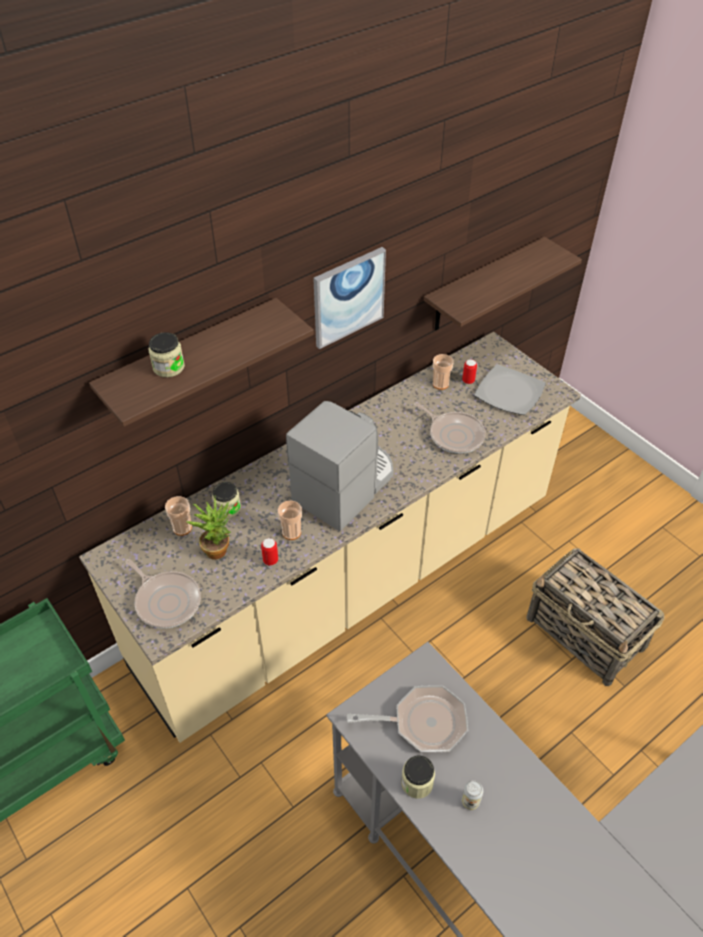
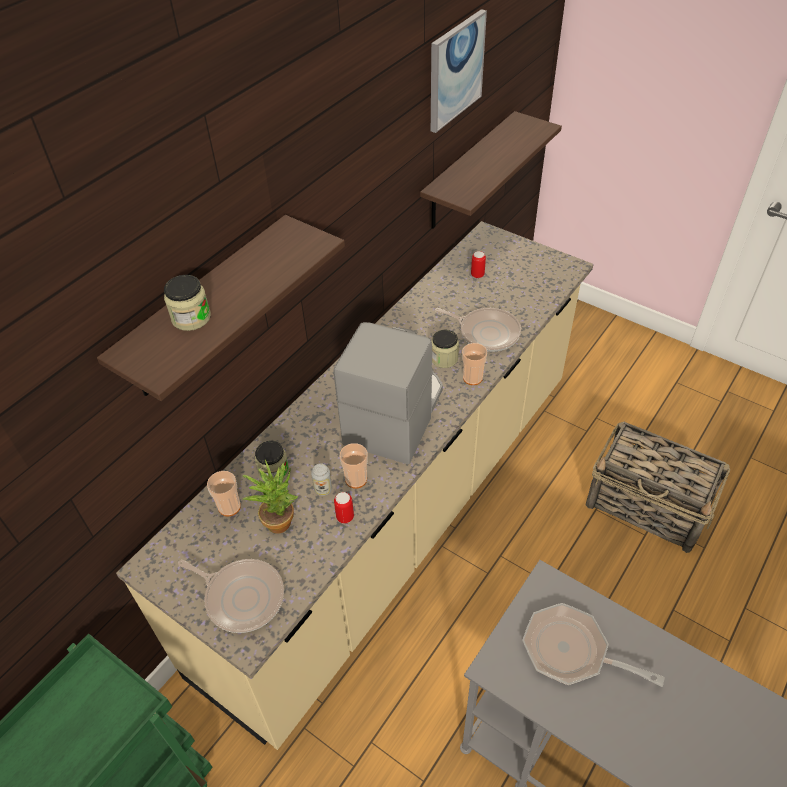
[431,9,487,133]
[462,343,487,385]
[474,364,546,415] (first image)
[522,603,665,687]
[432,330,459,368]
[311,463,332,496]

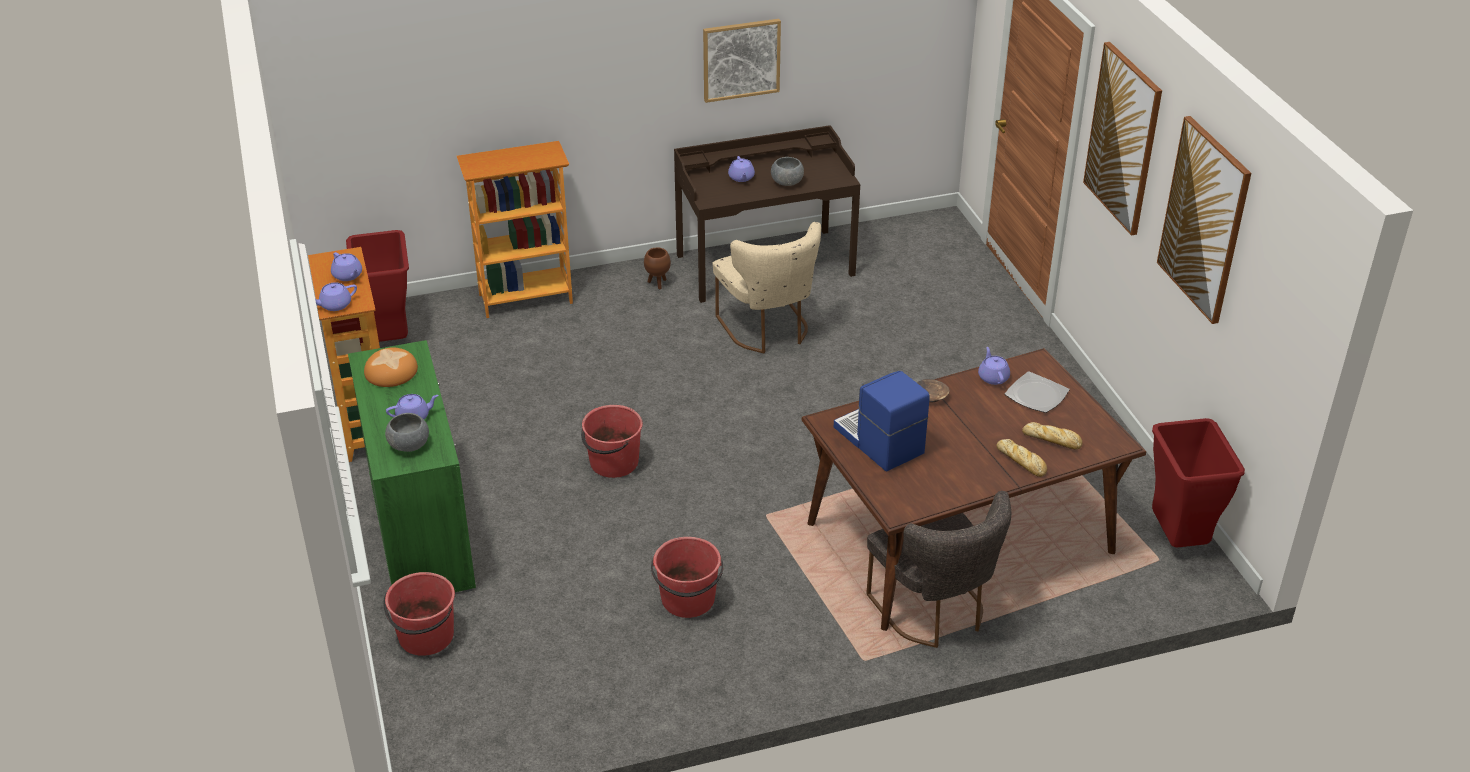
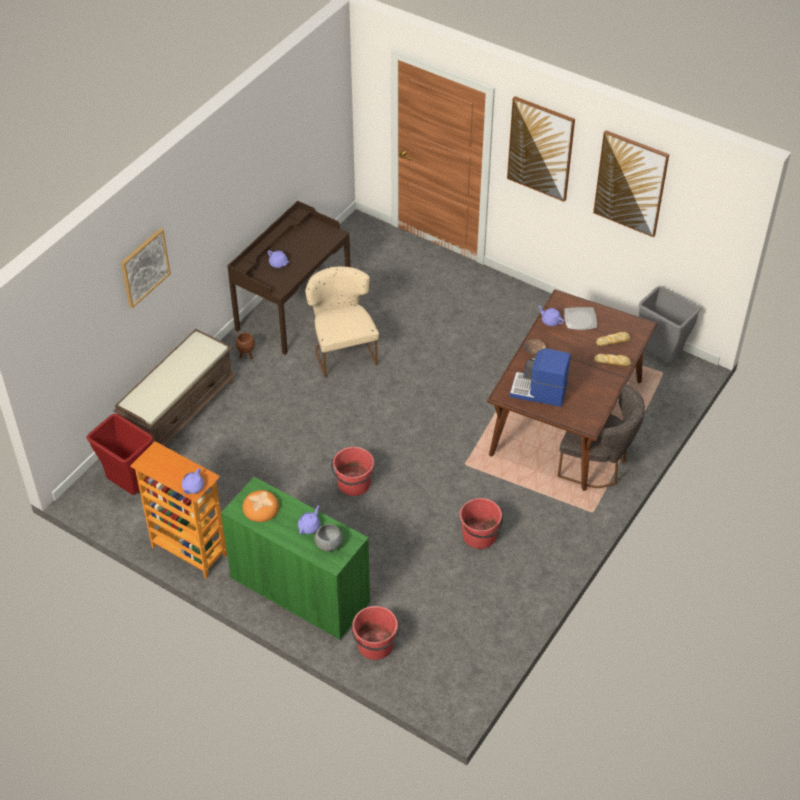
[121,228,171,308]
[113,329,236,446]
[771,157,804,186] (first image)
[305,266,379,377]
[331,252,362,281] (first image)
[639,286,701,363]

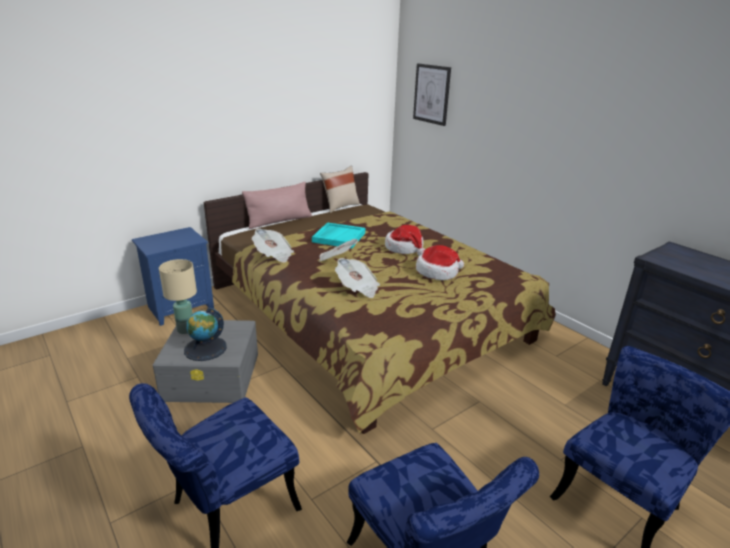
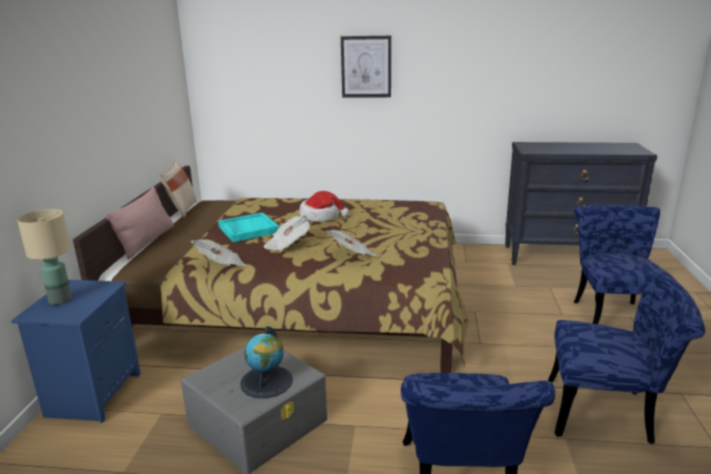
[341,36,391,97]
[416,245,464,280] (first image)
[17,209,72,305]

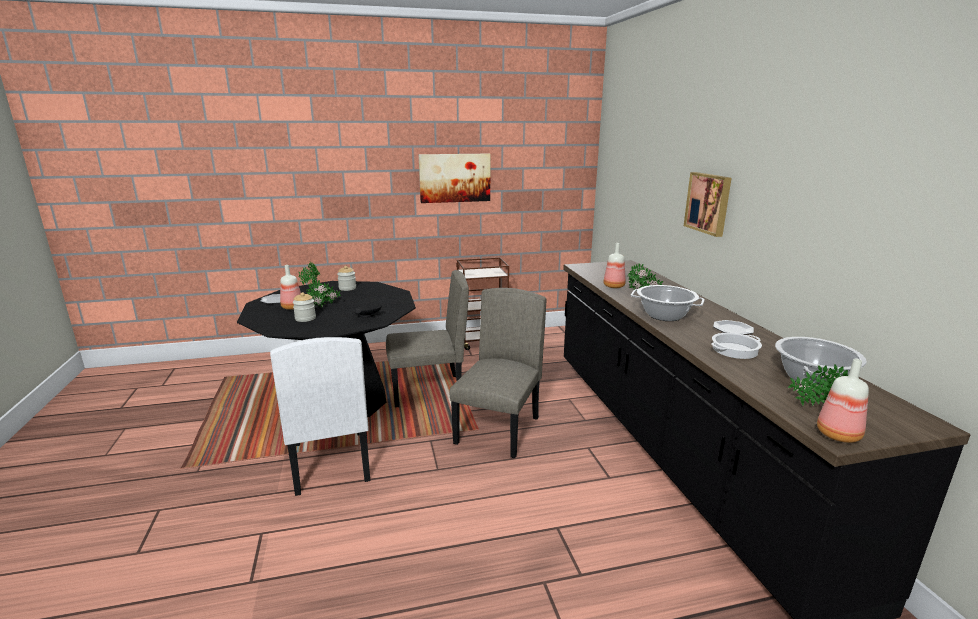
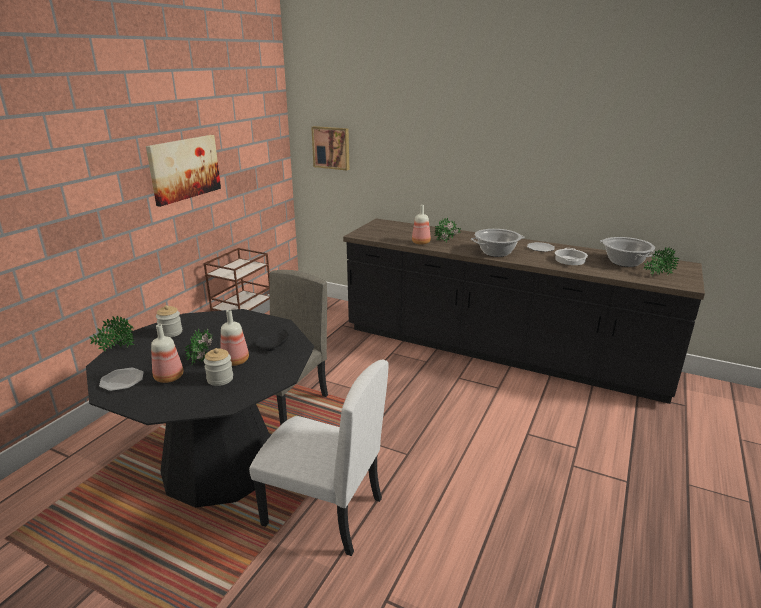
[311,126,349,170]
[449,288,547,458] (first image)
[220,310,249,366]

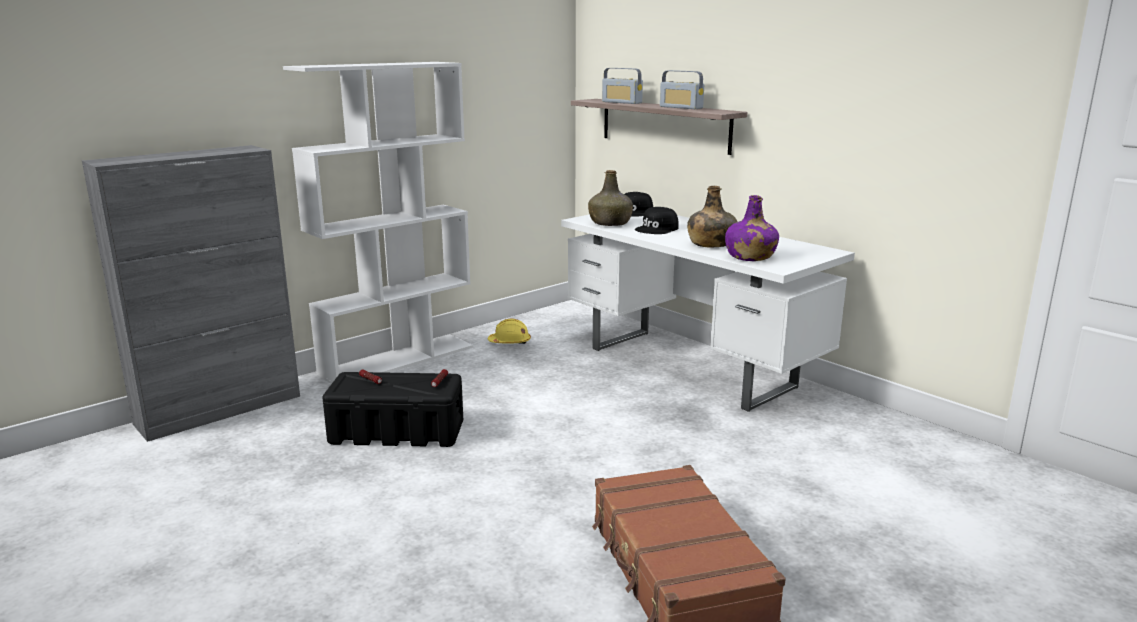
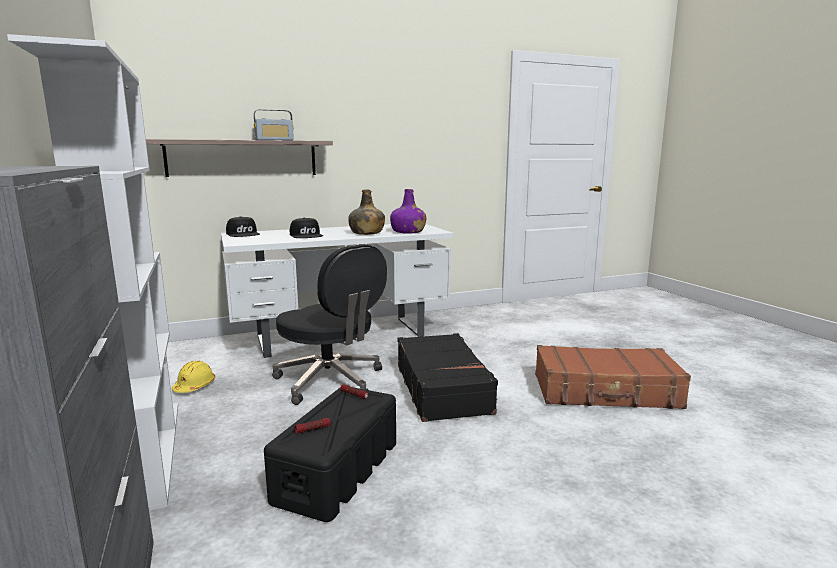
[602,68,643,104] (first image)
[588,170,633,226] (first image)
[272,244,387,405]
[397,333,498,422]

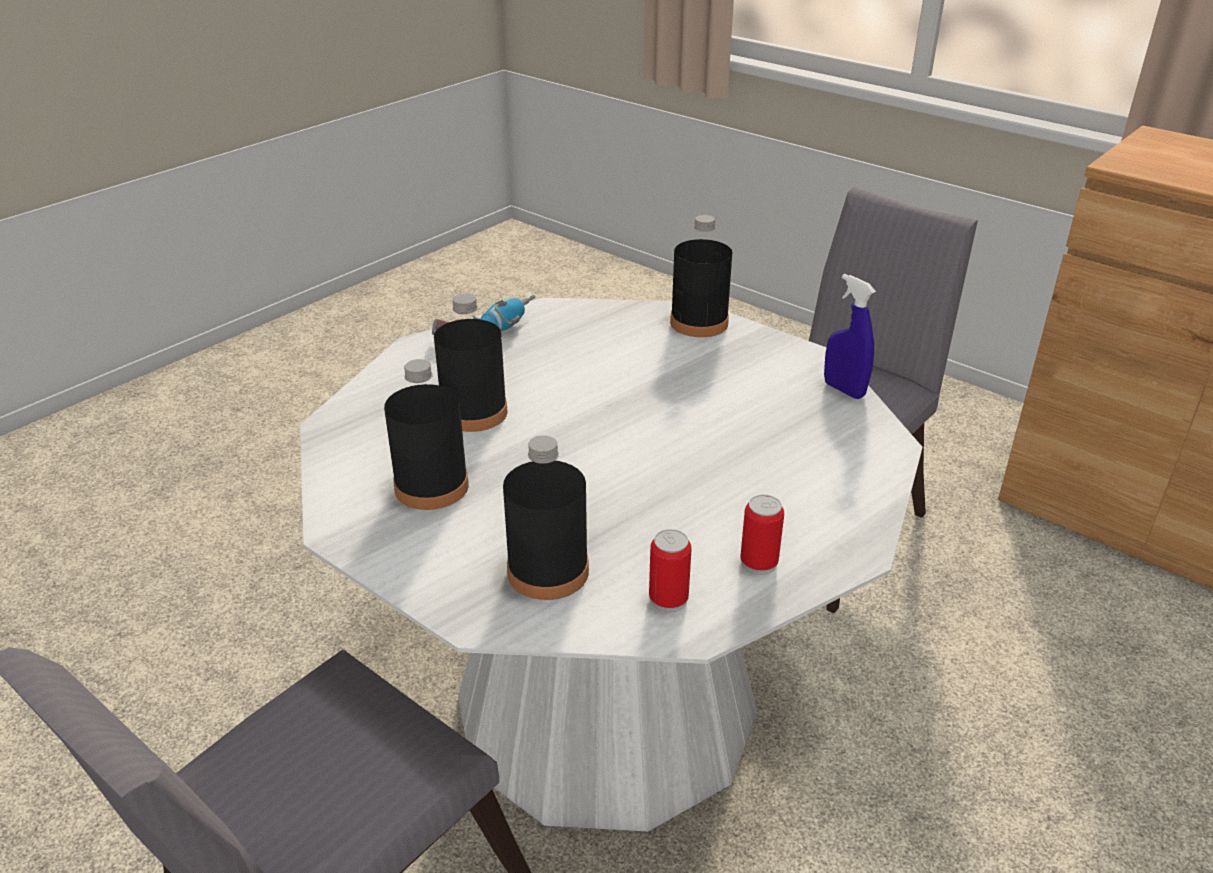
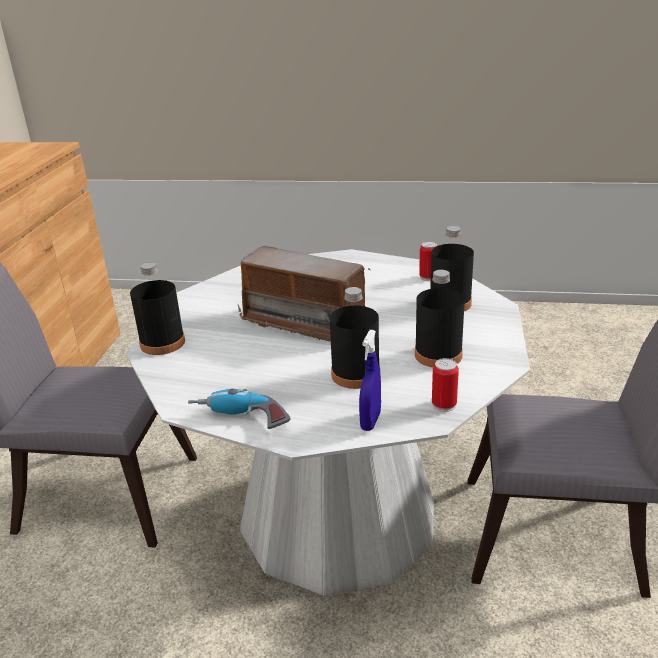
[359,330,381,431]
[432,358,459,412]
[237,246,370,342]

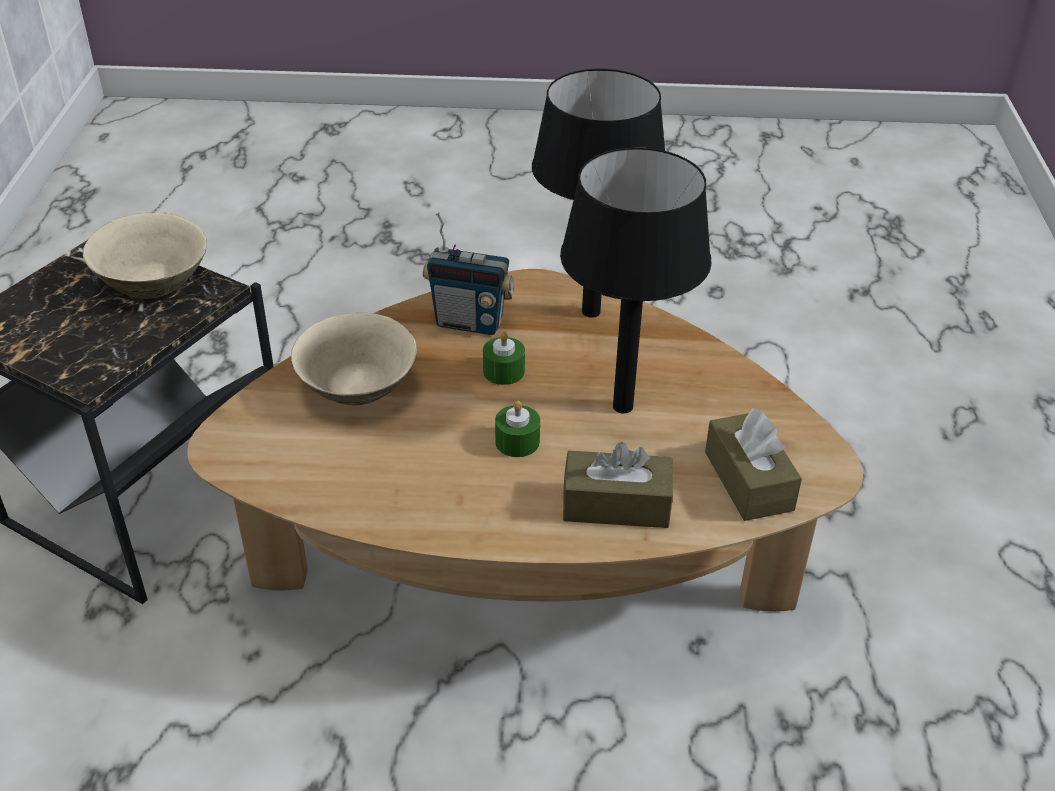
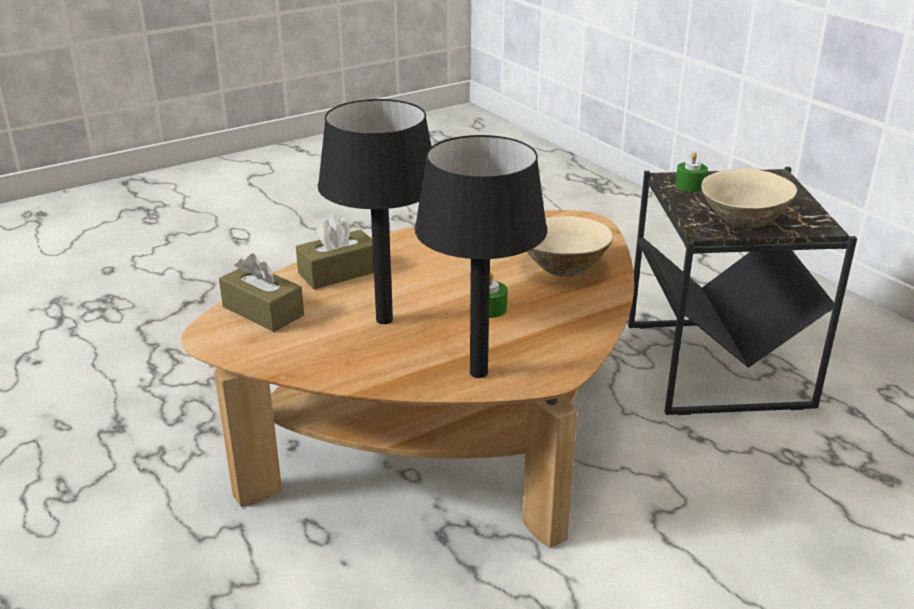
[423,212,514,335] (first image)
[675,152,708,192]

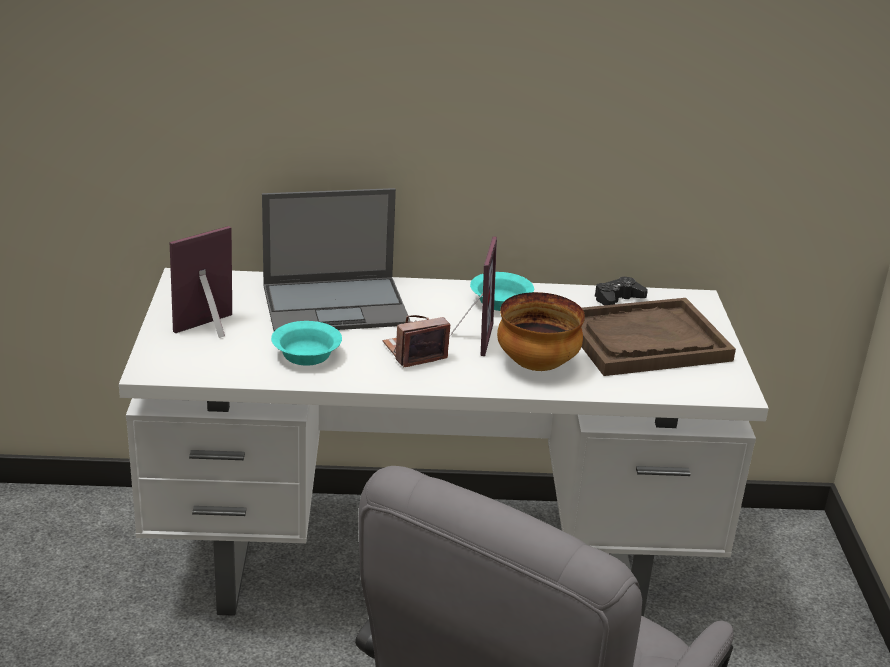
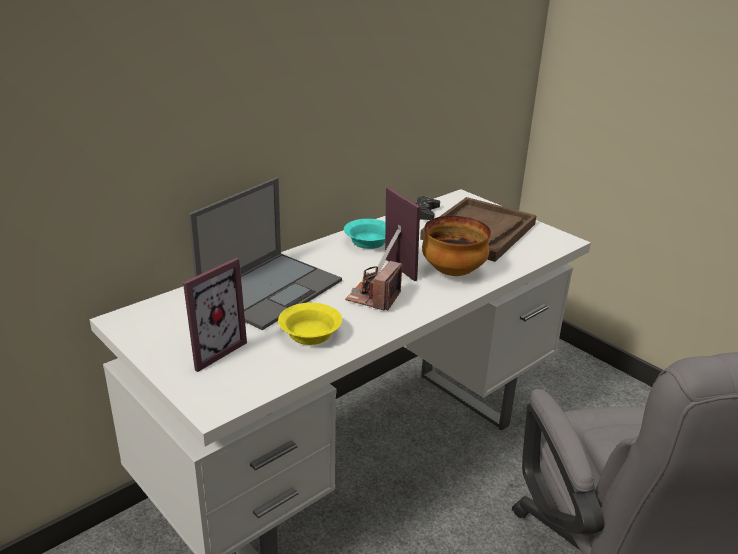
[183,258,247,372]
[278,303,342,345]

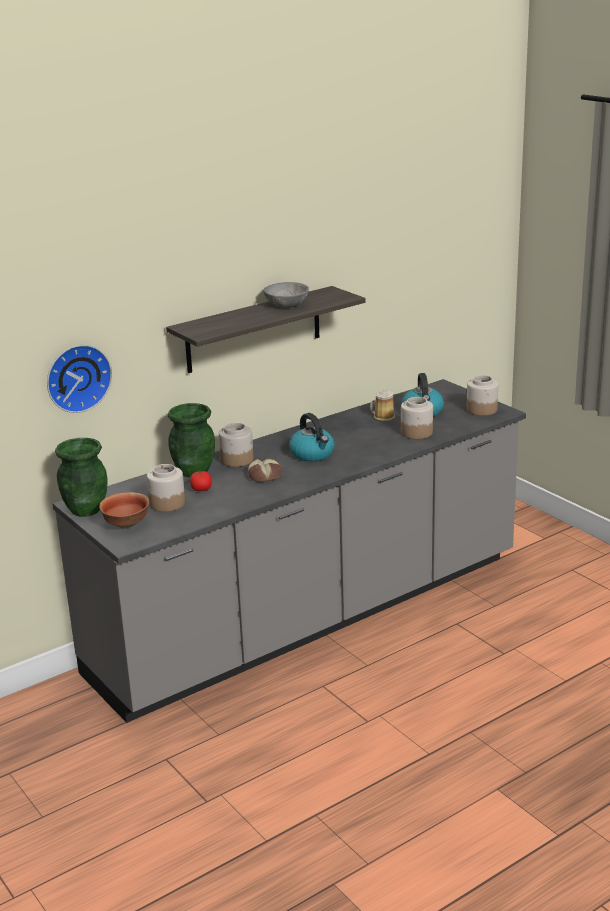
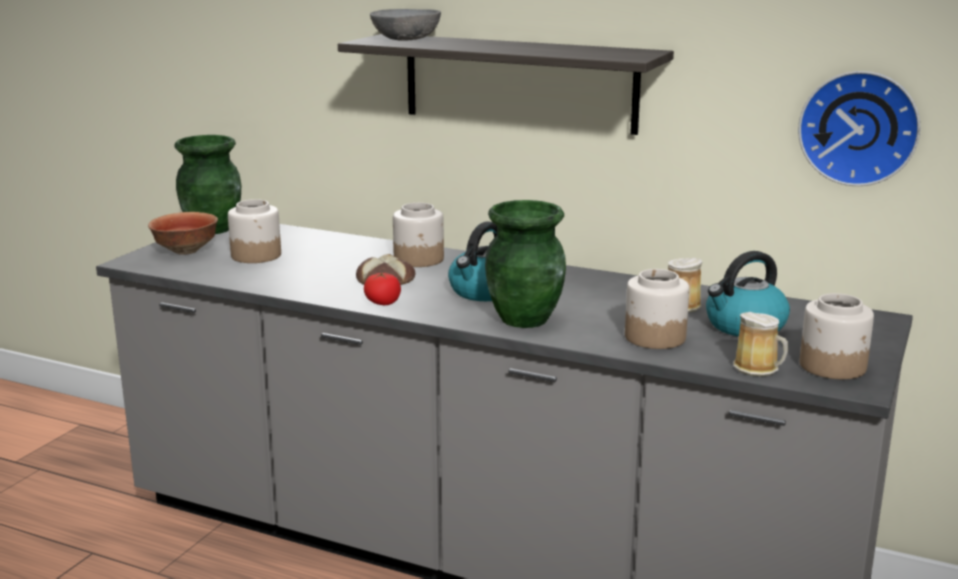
[370,9,441,41]
[798,71,920,186]
[485,200,566,328]
[364,272,401,305]
[733,312,788,376]

